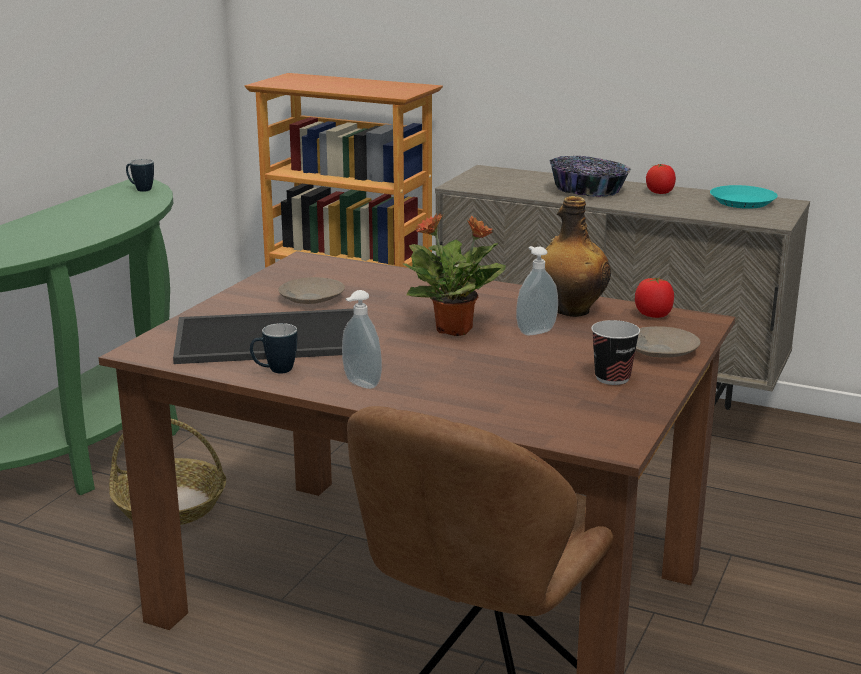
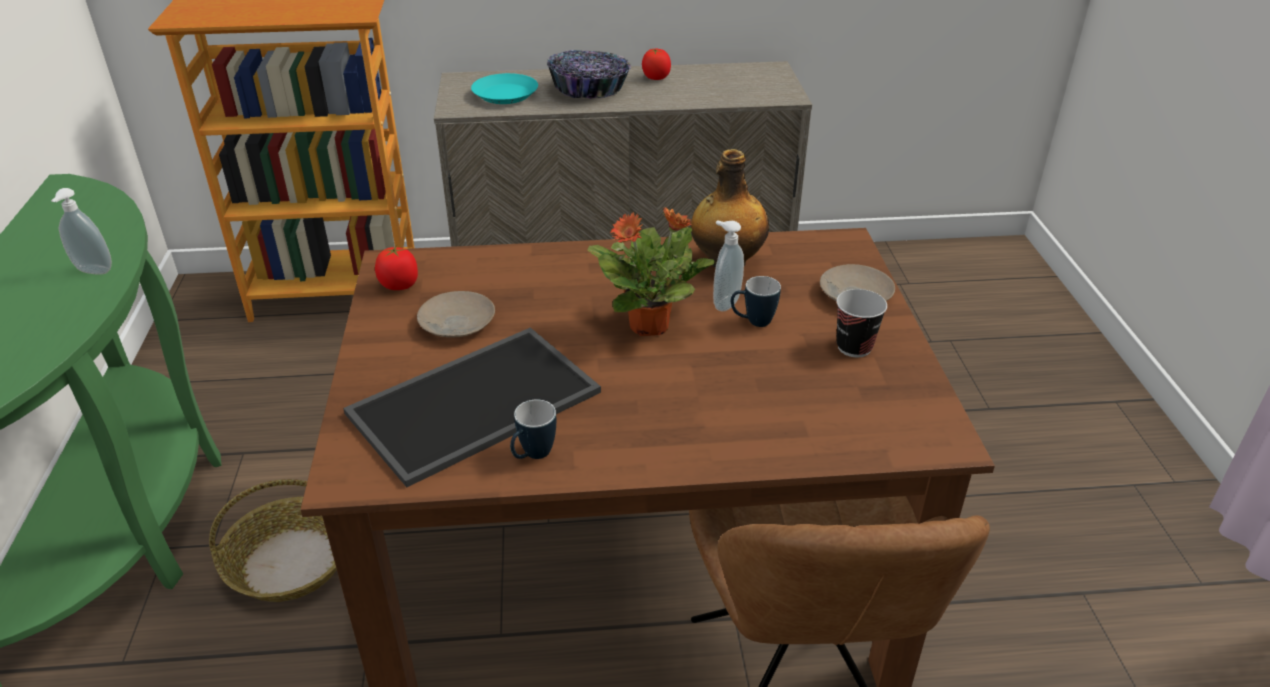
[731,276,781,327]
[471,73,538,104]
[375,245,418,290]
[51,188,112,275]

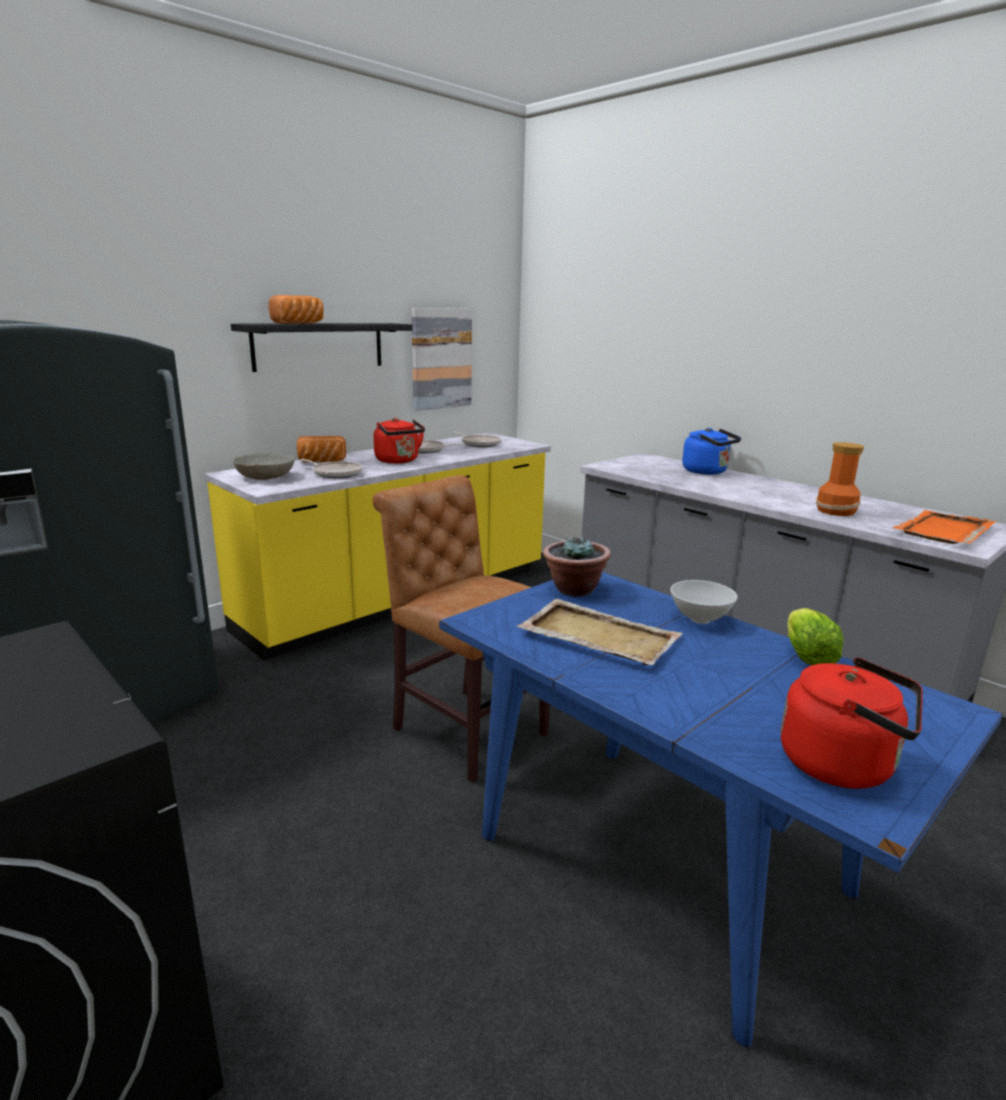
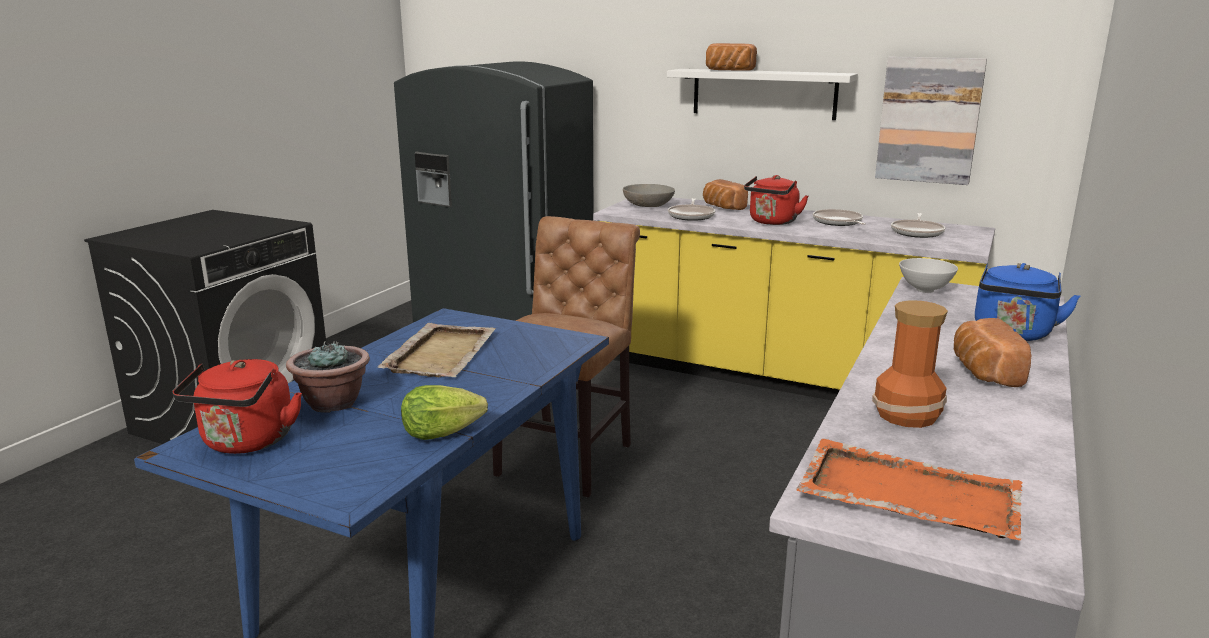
[667,69,858,120]
[286,341,370,413]
[899,258,958,293]
[954,318,1032,387]

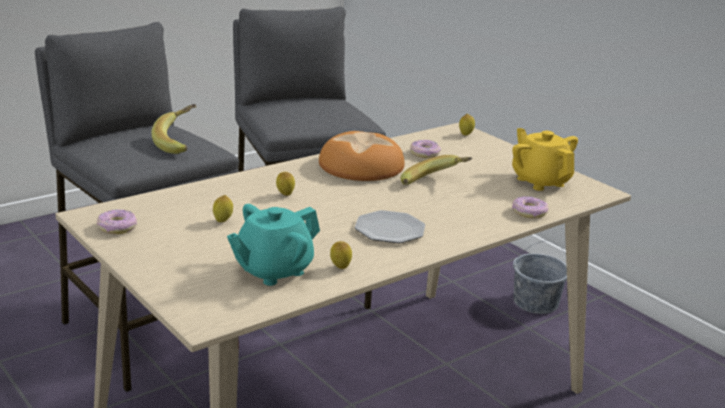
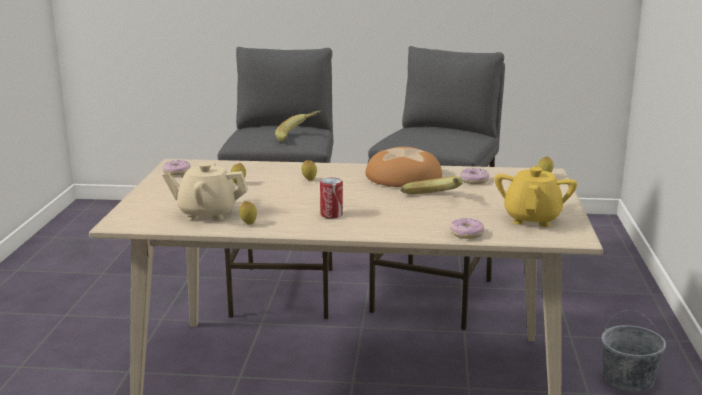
[162,162,248,221]
[320,178,343,218]

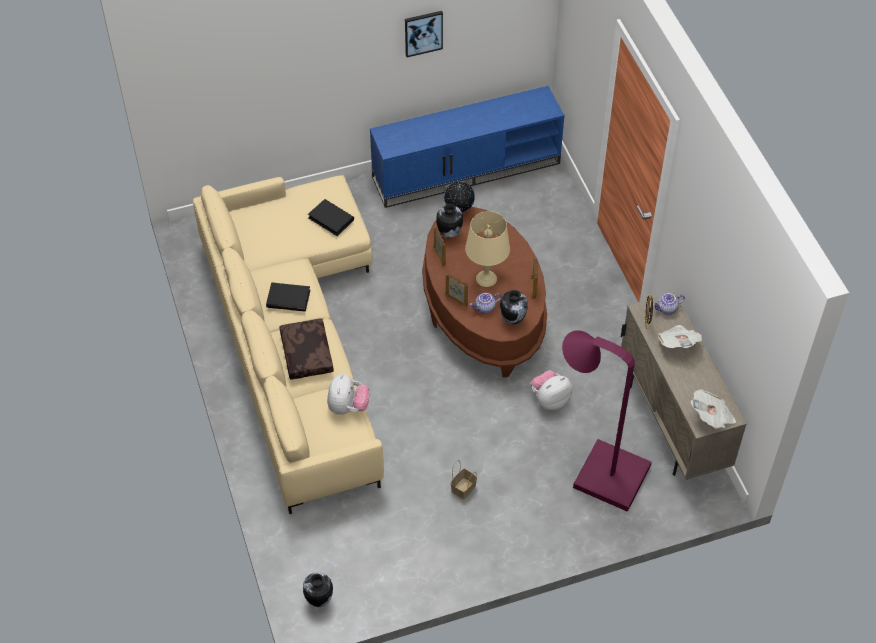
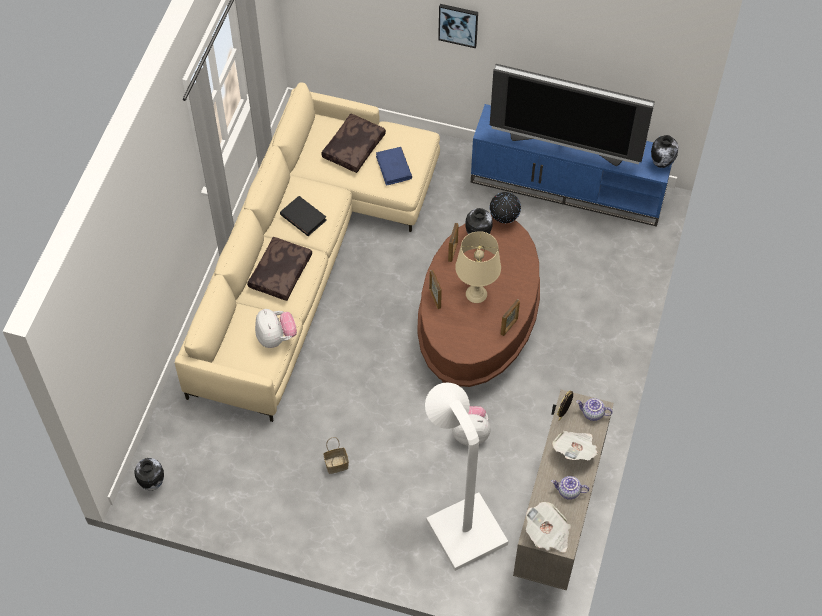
[438,4,478,48]
[376,147,412,186]
[651,135,679,168]
[551,476,589,500]
[425,382,508,571]
[255,309,297,348]
[490,64,655,166]
[321,114,386,173]

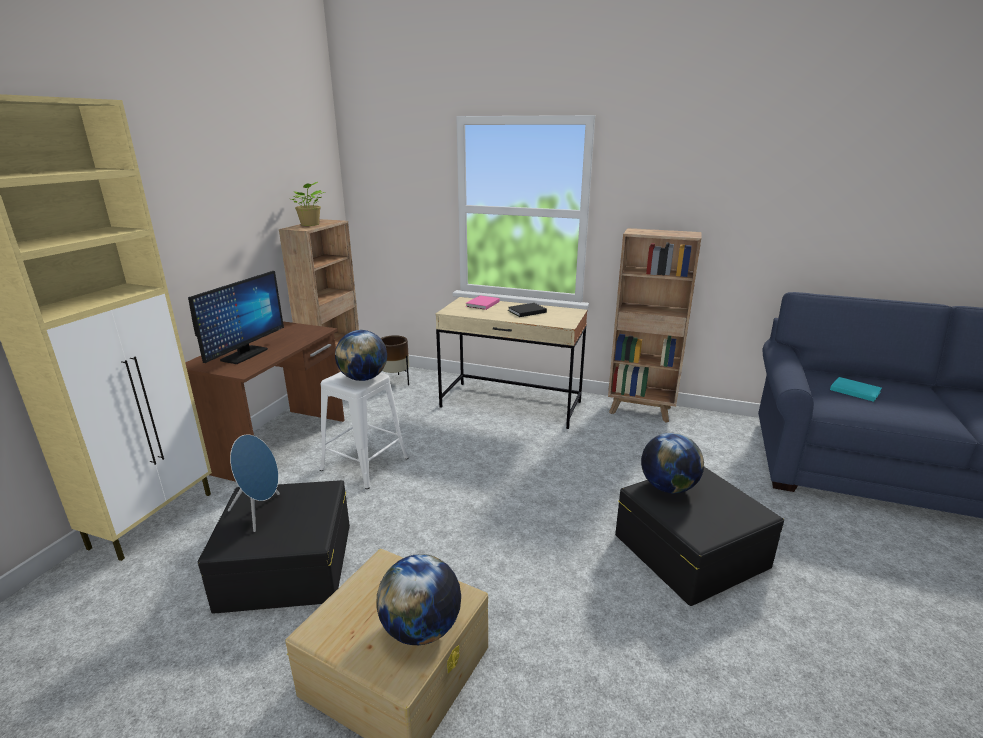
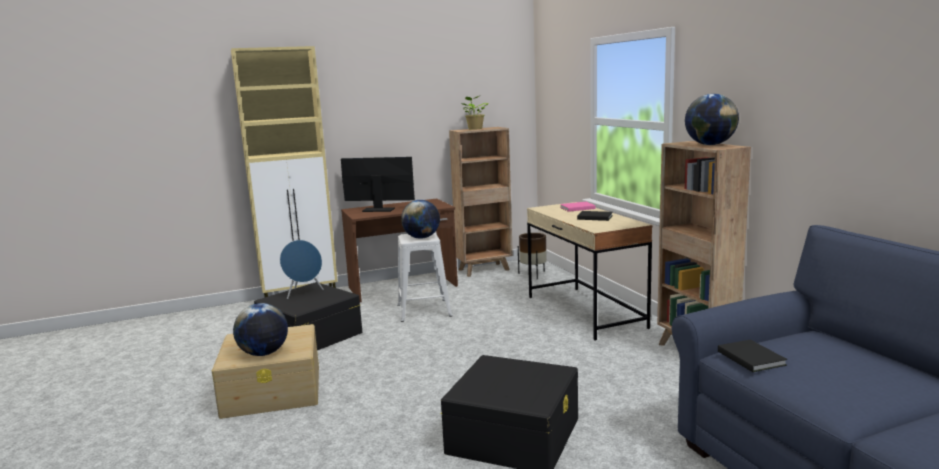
[341,157,415,212]
[830,377,882,402] (first image)
[685,94,739,145]
[718,340,787,372]

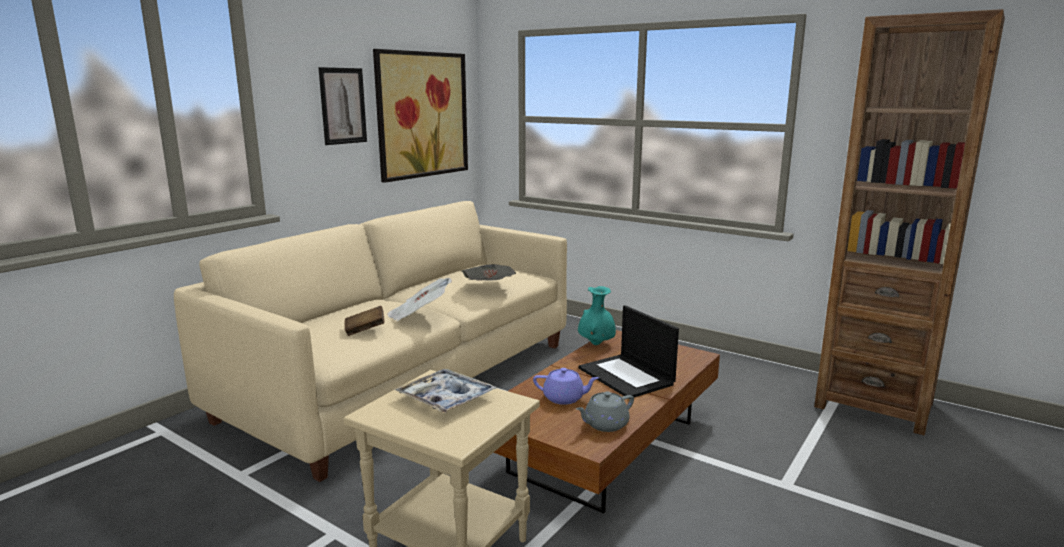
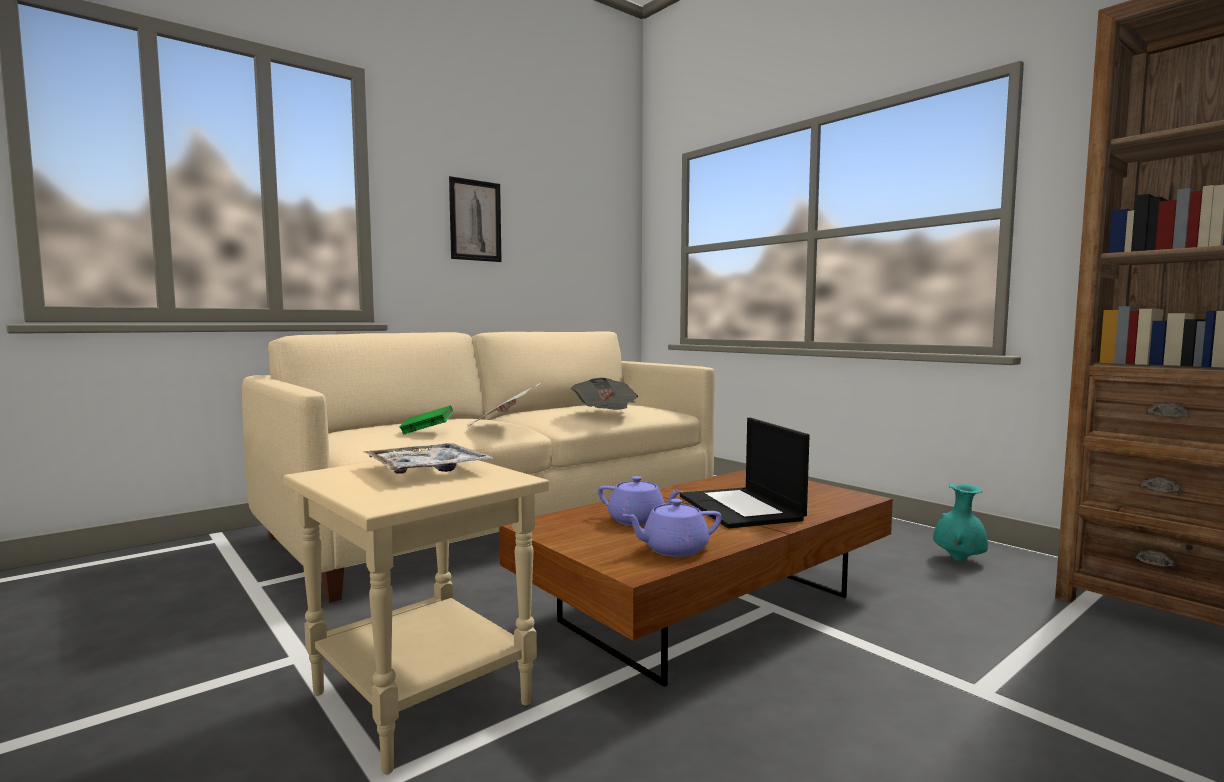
[373,49,468,183] (first image)
[933,484,988,561]
[399,405,453,435]
[623,499,722,557]

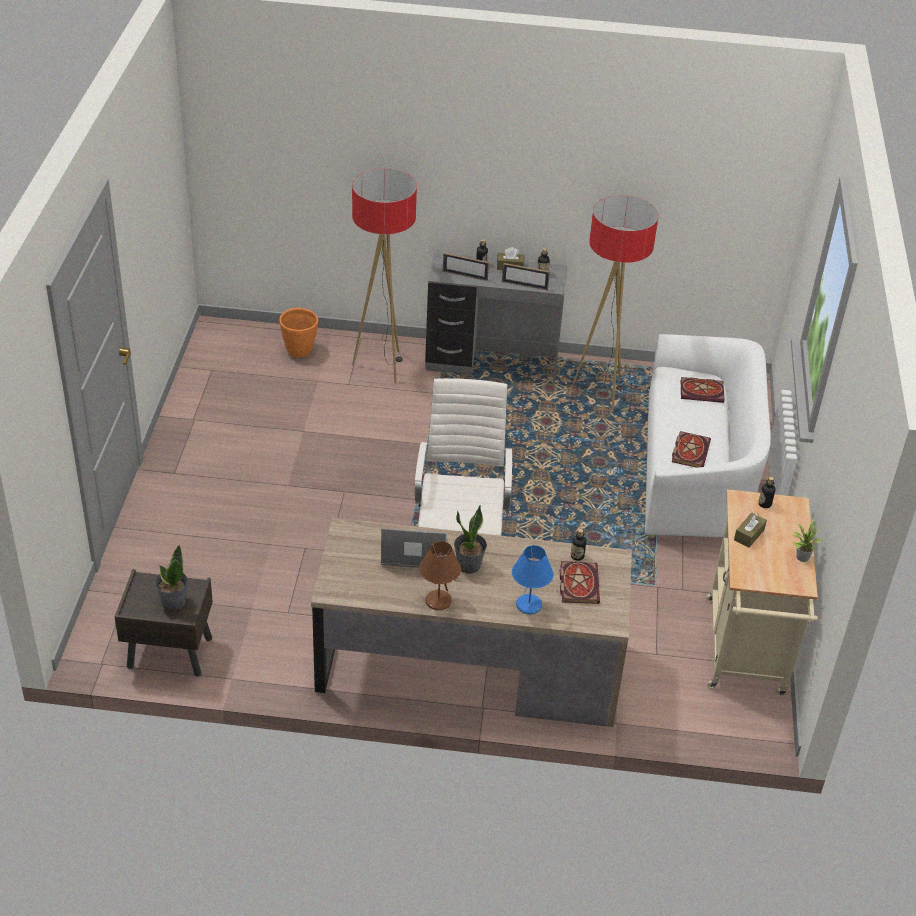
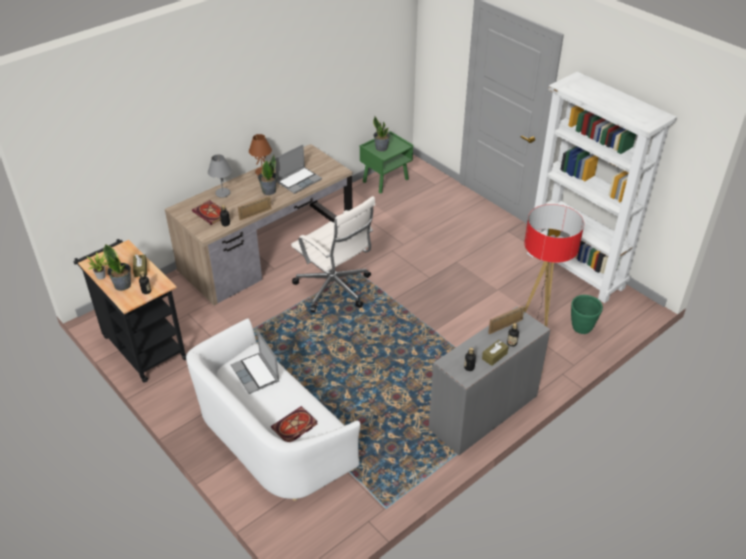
[571,195,659,412] (first image)
[238,195,271,220]
[571,295,603,334]
[231,330,279,394]
[74,239,187,383]
[208,154,232,198]
[360,131,413,193]
[527,72,677,303]
[103,244,131,291]

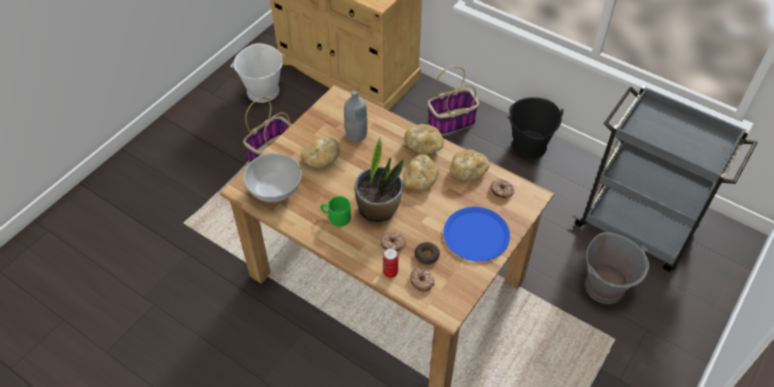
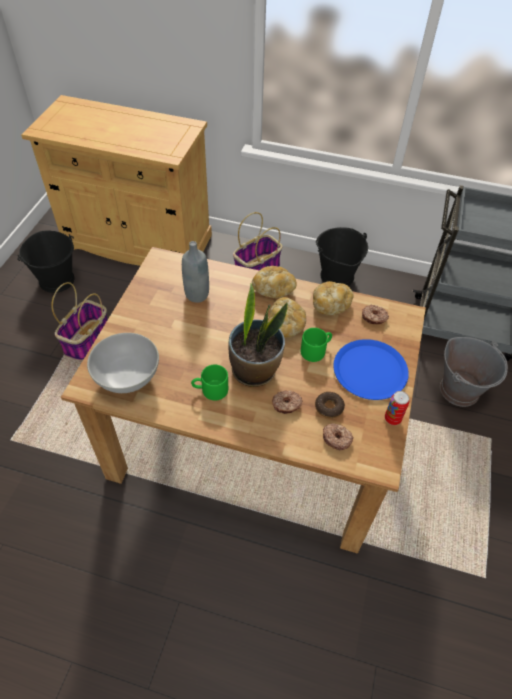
[17,231,74,293]
[301,137,340,168] (first image)
[385,391,409,425]
[301,328,332,362]

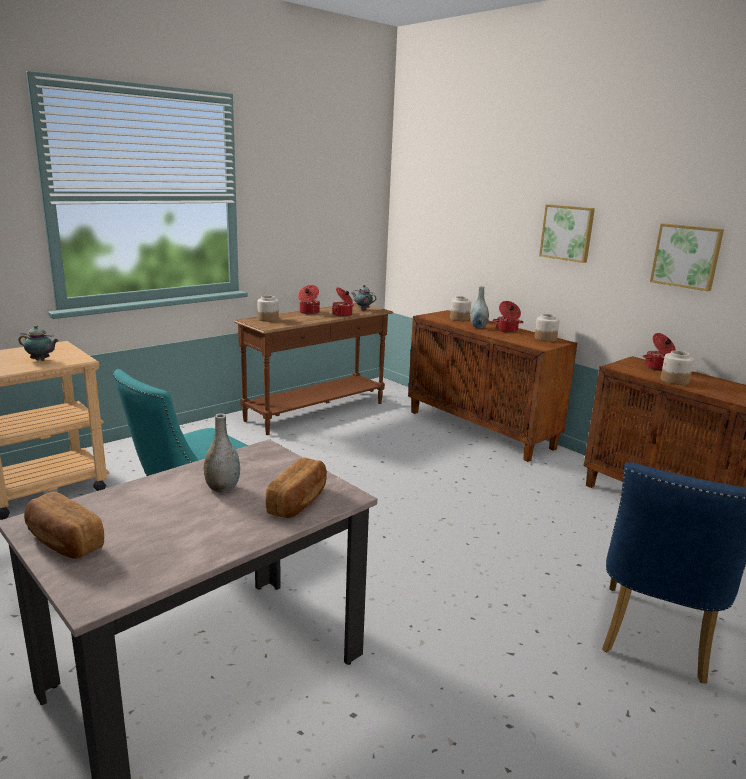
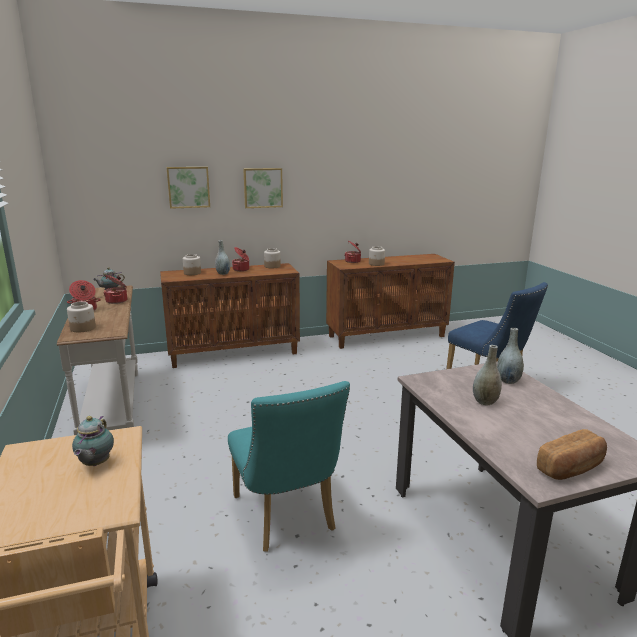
[167,167,210,209]
[57,285,138,435]
[72,416,114,466]
[497,328,524,384]

